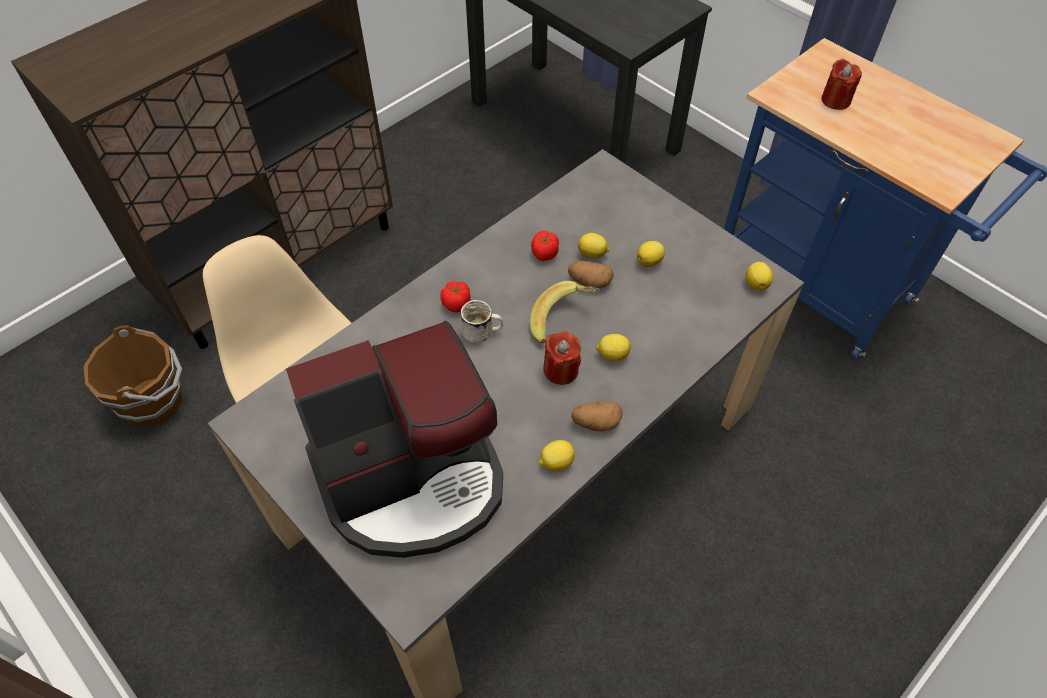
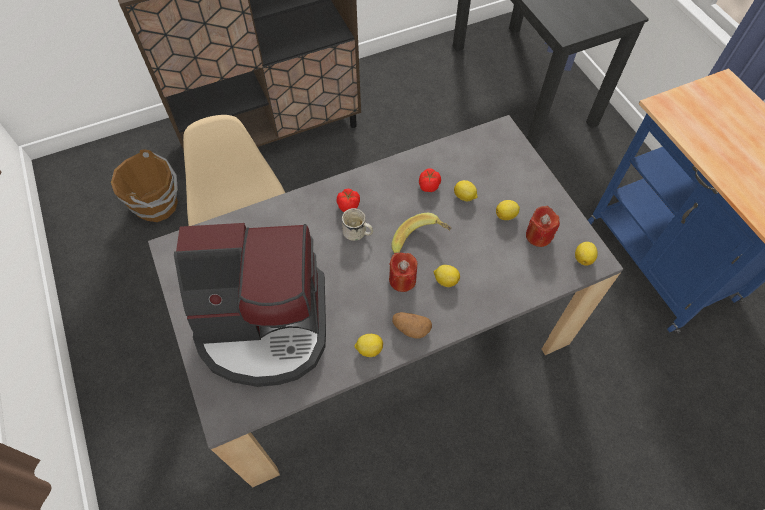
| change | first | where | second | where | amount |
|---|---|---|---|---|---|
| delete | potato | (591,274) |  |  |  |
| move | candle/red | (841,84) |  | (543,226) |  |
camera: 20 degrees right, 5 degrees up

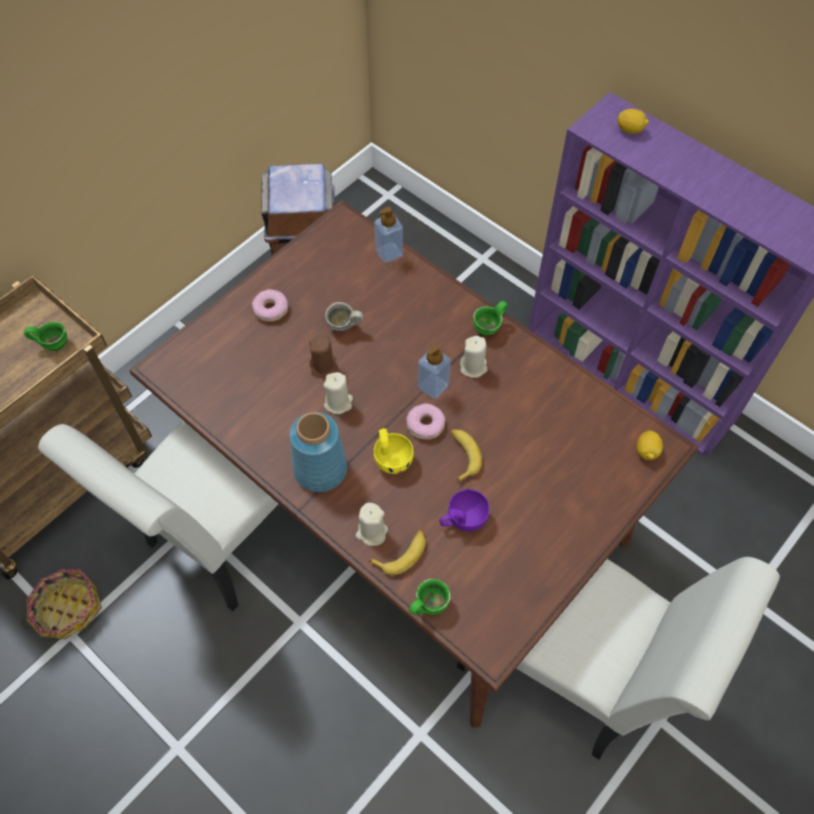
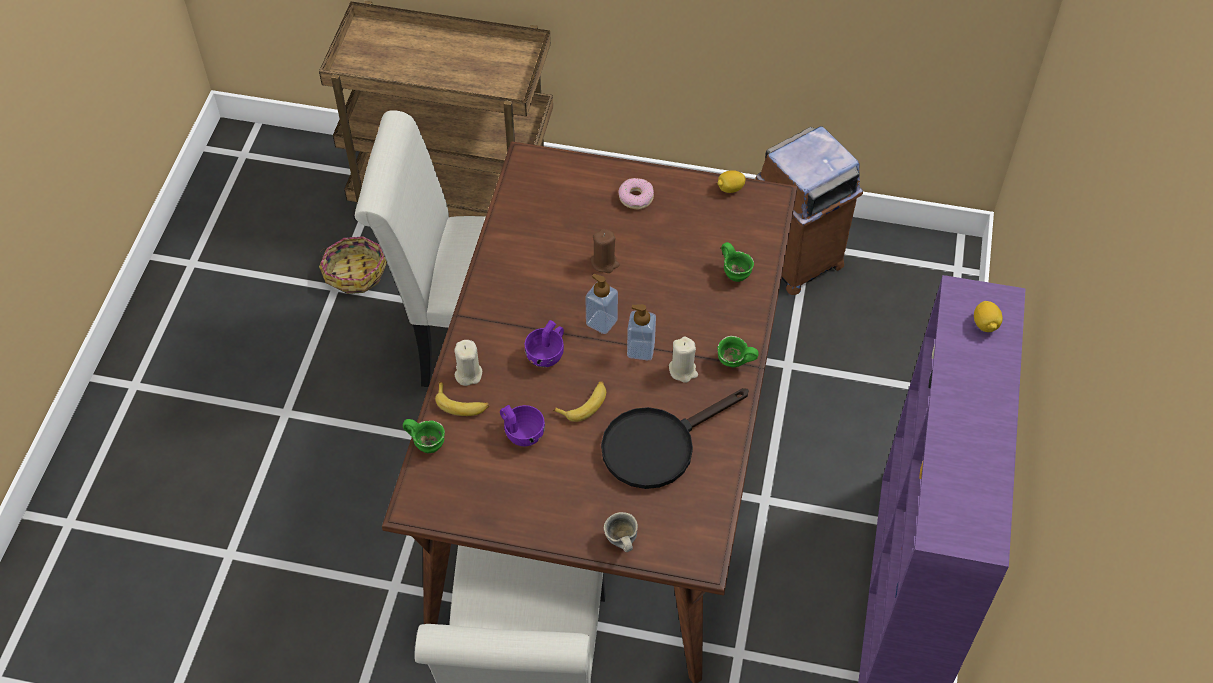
| change | first | where | second | where | amount |
|---|---|---|---|---|---|
| move | mug/green | (45,336) |  | (737,262) |  |
| delete | vase/blue | (318,452) |  |  |  |
| delete | candle/beige | (338,393) |  |  |  |
| move | mug/grey | (344,316) |  | (621,532) |  |
| move | soap dispenser | (388,235) |  | (601,304) |  |
| recolor | cup/yellow | (394,451) | cup/purple | (544,343) |  |
| delete | donut | (425,421) |  |  |  |
| move | lemon | (650,445) |  | (732,181) |  |
| insert |  |  | frying pan/black | (674,438) |  |
camera: 60 degrees right, 5 degrees down

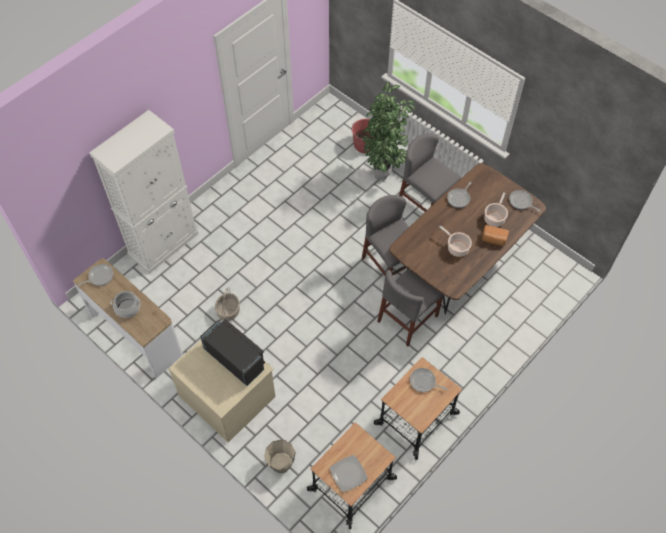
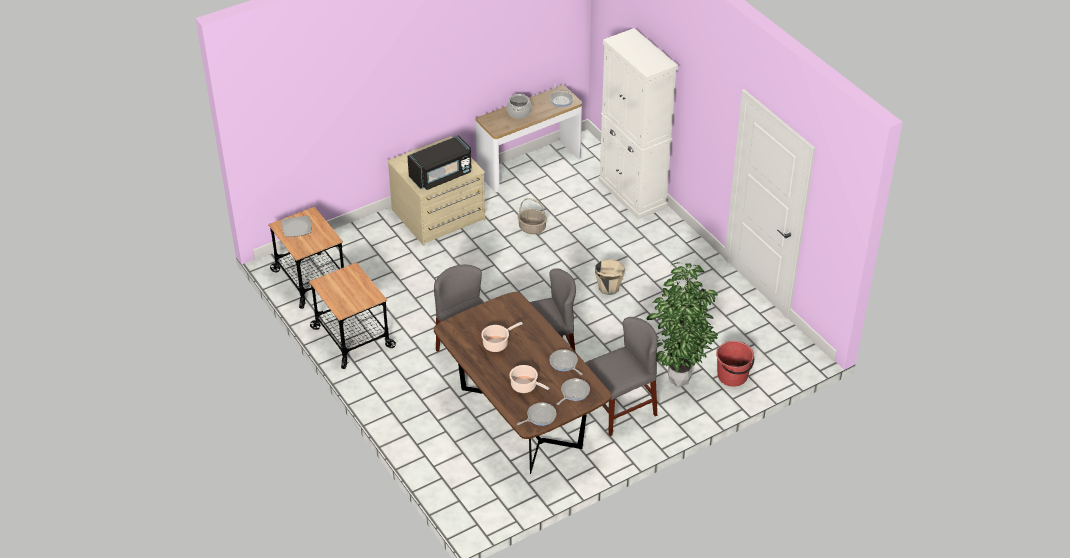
| change | first | where | second | where | amount |
|---|---|---|---|---|---|
| move | bucket/beige | (280,456) |  | (610,277) |  |
| move | frying pan | (429,380) |  | (573,391) |  |
| delete | bread | (495,235) |  |  |  |
camera: 105 degrees right, 15 degrees down

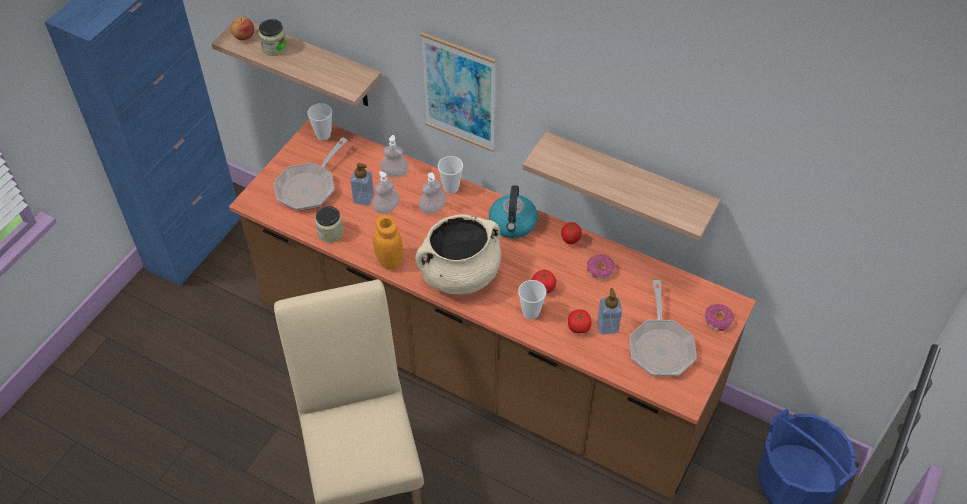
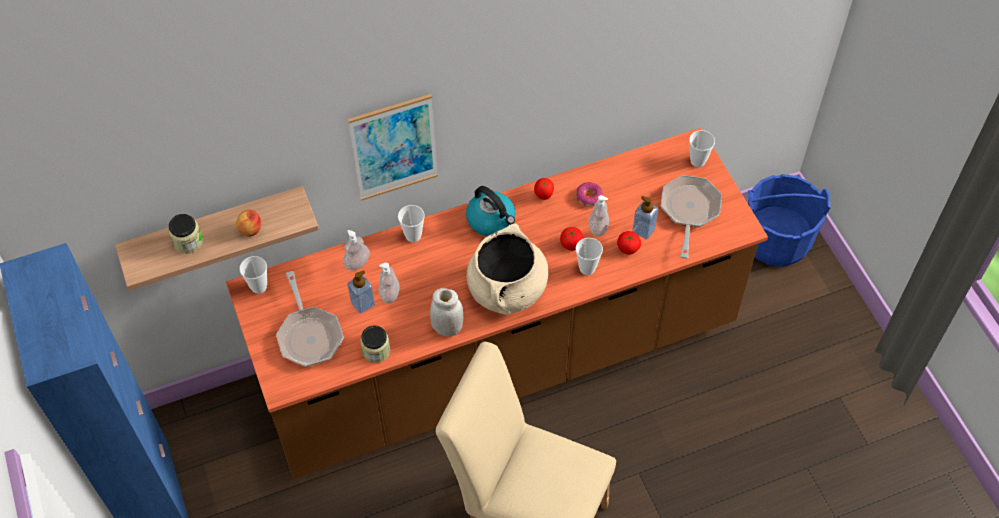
| change | first | where | second | where | amount |
|---|---|---|---|---|---|
| move | apple | (242,28) |  | (248,223) |  |
| recolor | jar/orange | (388,242) | jar/white | (446,312) |  |
| move | soap dispenser | (432,193) |  | (599,215) |  |
| delete | shelf | (621,186) |  |  |  |
| rotate | frying pan | (663,328) |  | (691,217) | 120 degrees counterclockwise |
| replace | donut | (719,317) | cup | (702,148) |  |
camera: 50 degrees left, 5 degrees up

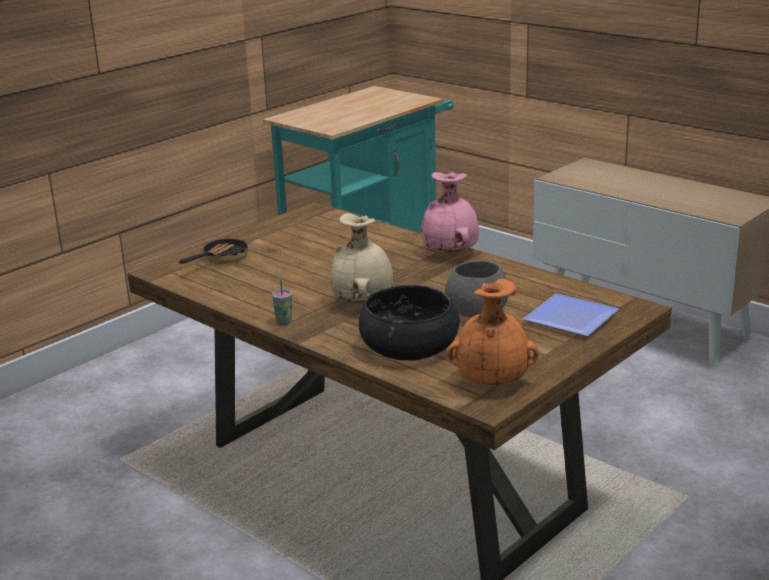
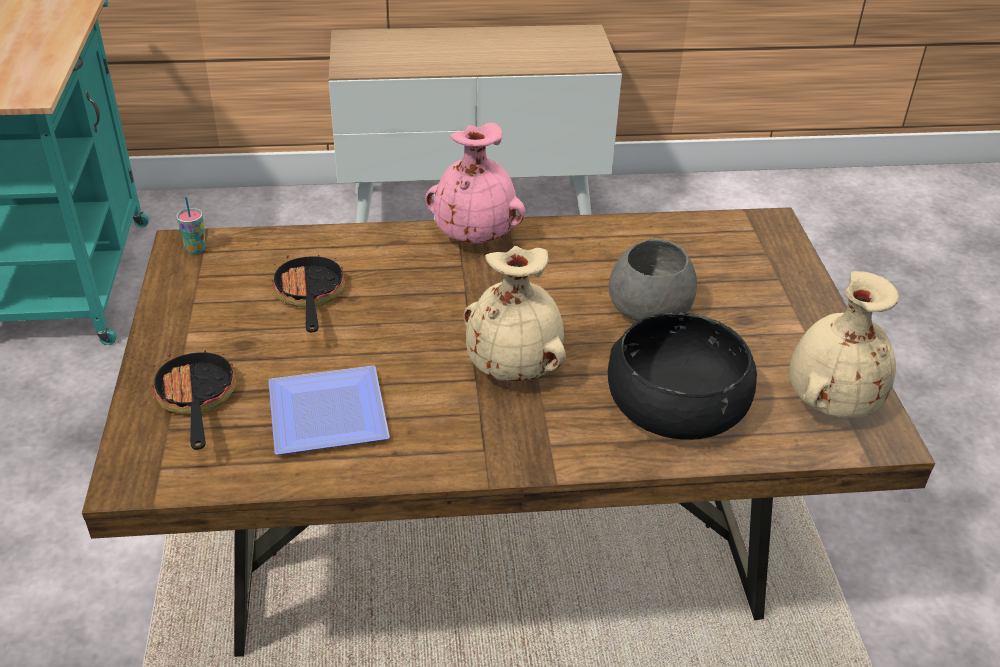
| change | first | where | second | where | amount |
|---|---|---|---|---|---|
| move | cup | (282,302) |  | (191,225) |  |
| recolor | vase/orange | (492,332) | vase/beige | (844,344) |  |
| move | plate | (571,315) |  | (329,410) |  |
| insert |  |  | frying pan | (308,294) |  |
camera: 50 degrees left, 15 degrees up

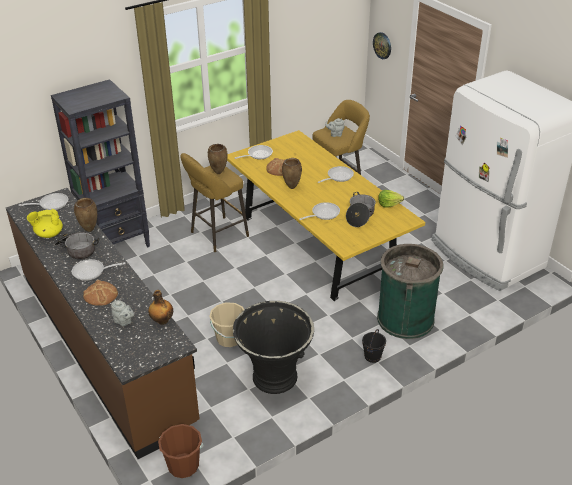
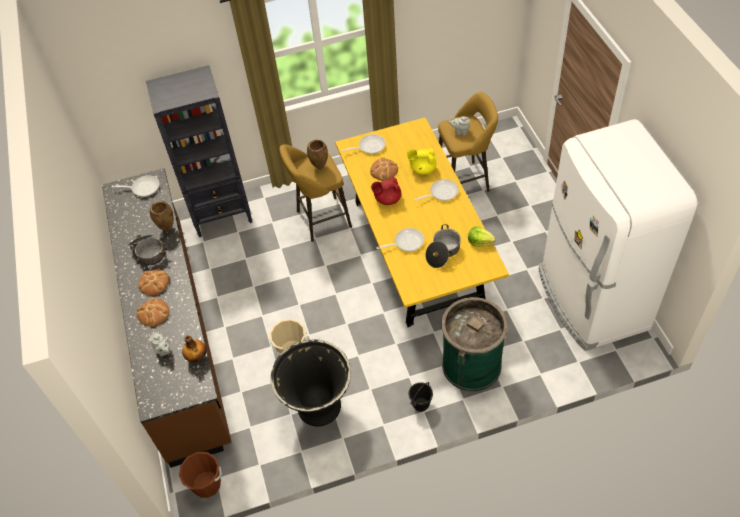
| change | first | where | second | where | amount |
|---|---|---|---|---|---|
| move | teapot/yellow | (45,223) |  | (422,161) |  |
| replace | frying pan | (99,270) | bread | (153,283) |  |
| replace | vase/brown | (292,173) | teapot/red | (386,191) |  |
| delete | wall clock | (382,45) |  |  |  |
camera: 20 degrees right, 15 degrees up

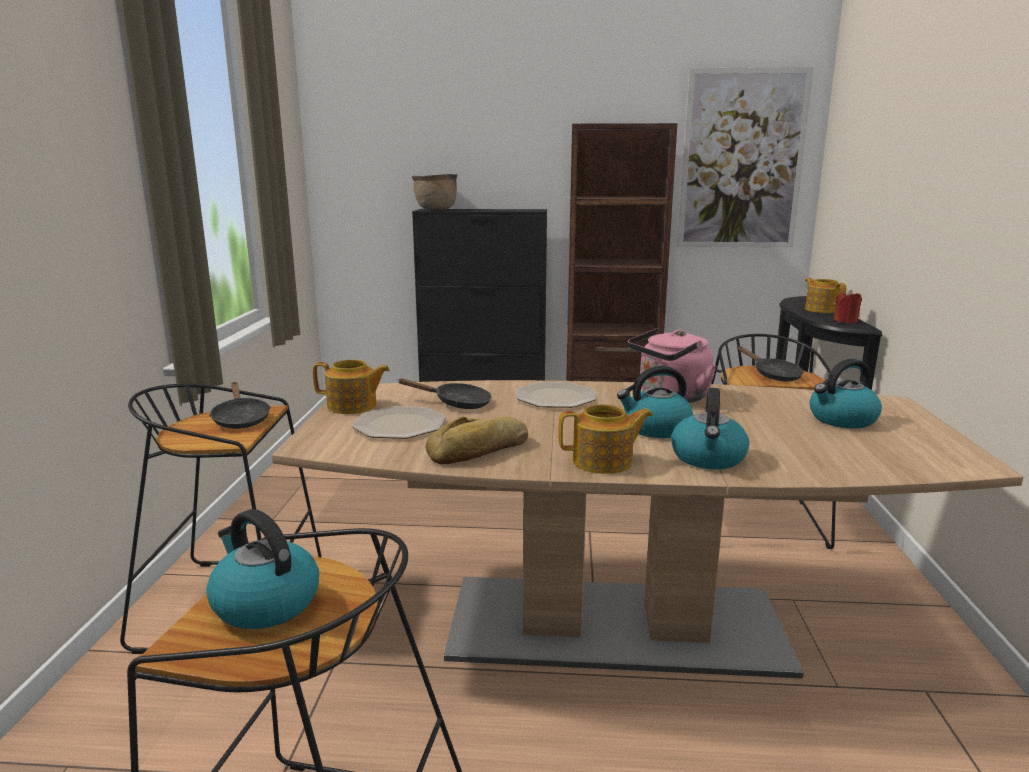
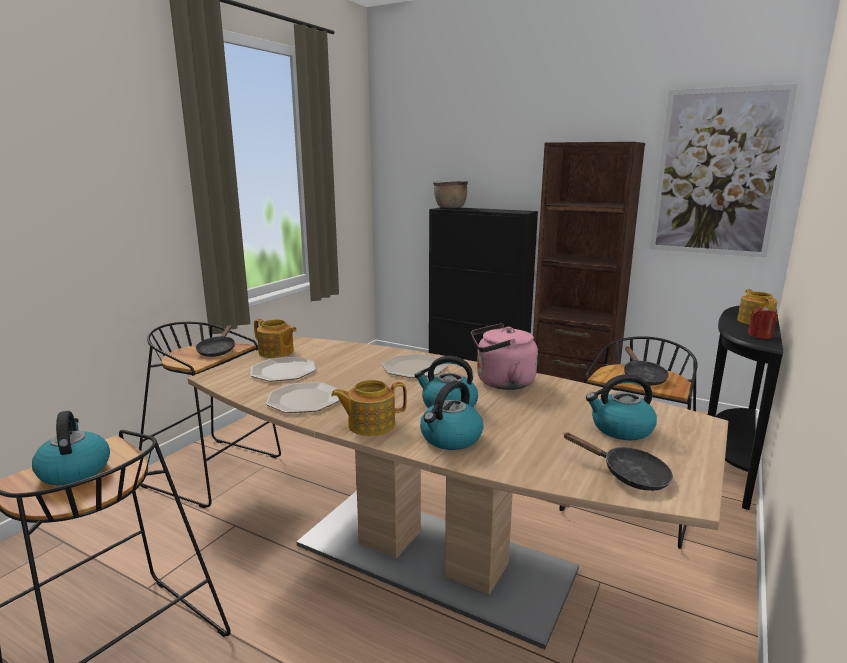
| change | first | where | second | where | amount |
|---|---|---|---|---|---|
| move | frying pan/black | (445,393) |  | (618,461) |  |
| replace | bread | (477,440) | plate | (303,397) |  |
| rotate | teapot | (605,439) |  | (369,408) | 150 degrees clockwise |
camera: 25 degrees right, 0 degrees up

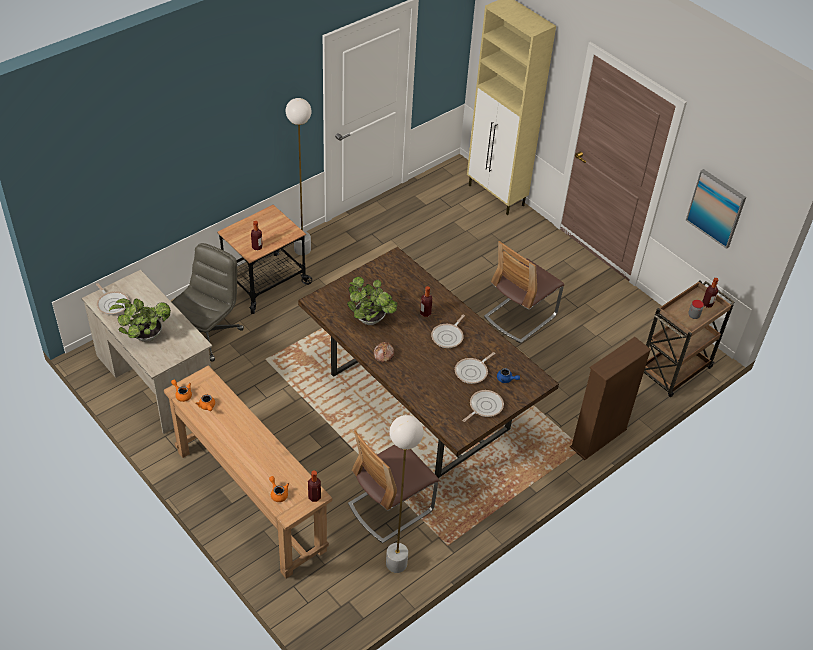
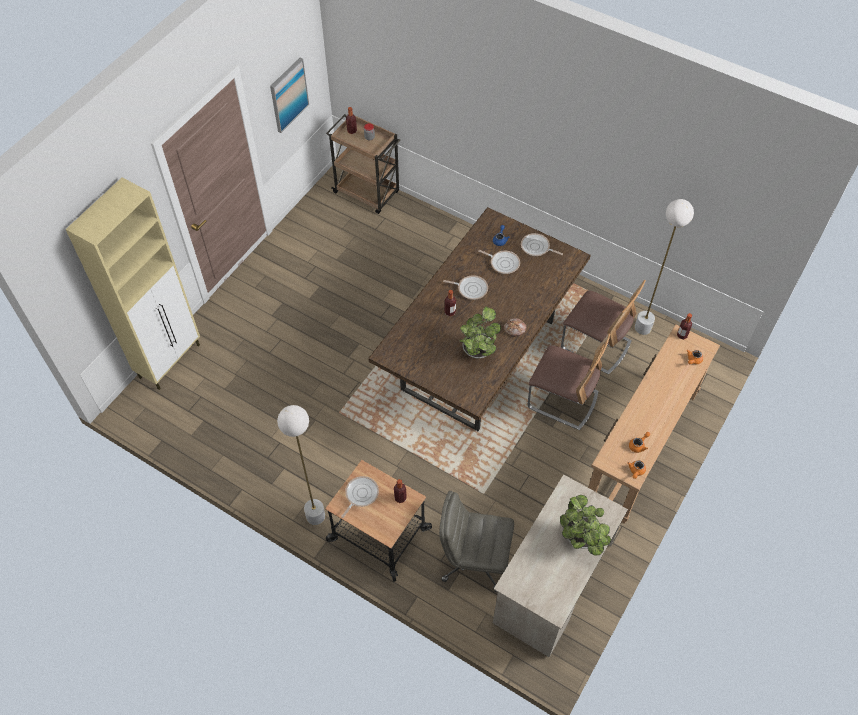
| change | first | where | second | where | amount |
|---|---|---|---|---|---|
| move | frying pan | (112,299) |  | (360,497) |  |
| move | chair | (524,292) |  | (568,381) |  |
| delete | bookcase/brown | (610,398) |  |  |  |
camera: 105 degrees left, 10 degrees up

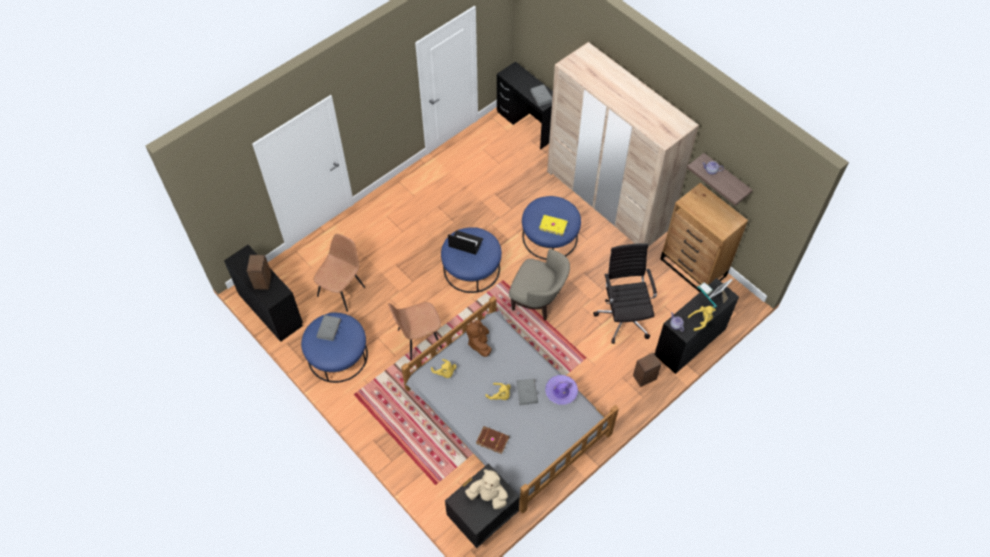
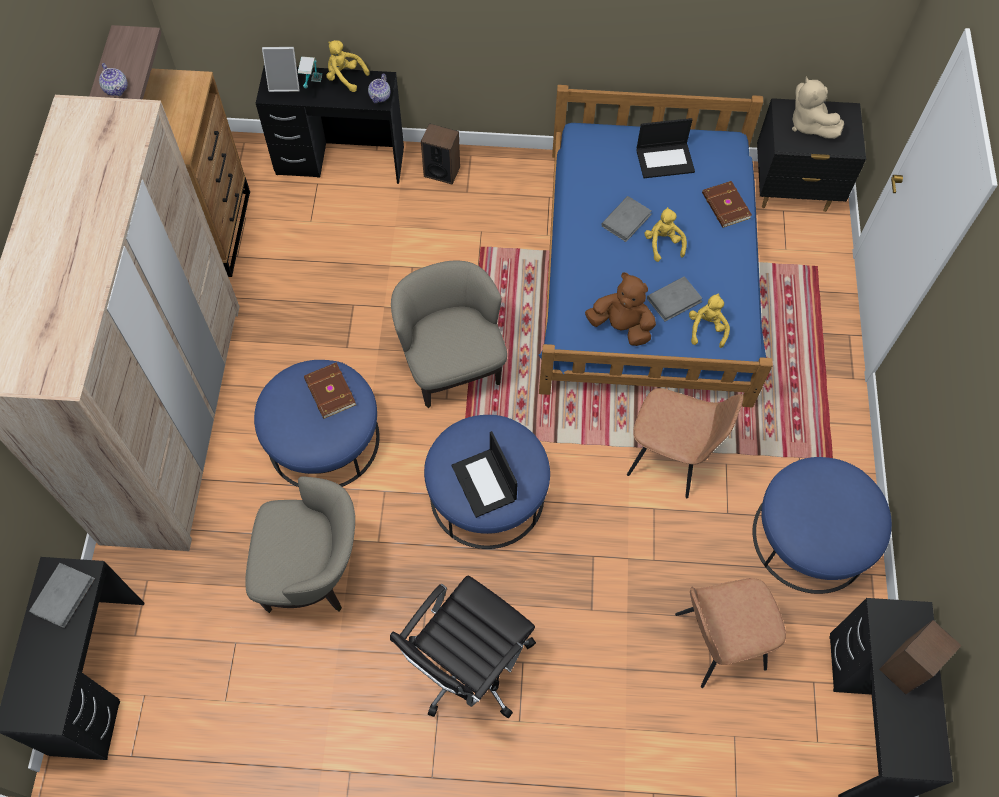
| change | first | where | second | where | amount |
|---|---|---|---|---|---|
| move | book/grey | (329,328) |  | (674,298) |  |
| recolor | bed/grey | (510,405) | bed/blue | (656,246) |  |
| rotate | plush toy/brown | (479,338) |  | (620,309) | 105 degrees counterclockwise |
| recolor | book/yellow | (553,225) | book/brown | (330,390) |  |
| delete | hat/purple | (561,390) |  |  |  |
| move | office chair/black | (625,293) |  | (463,647) |  |
| insert |  |  | armchair/beige | (300,544) |  |
| insert |  |  | laptop | (665,148) |  |
camera: 135 degrees left, 5 degrees up

